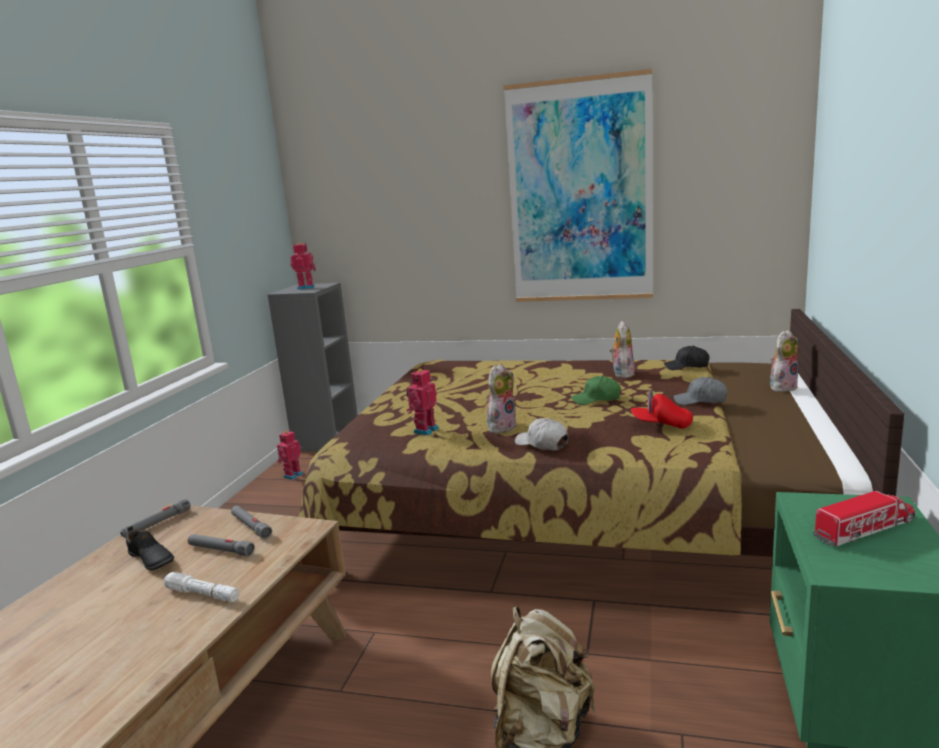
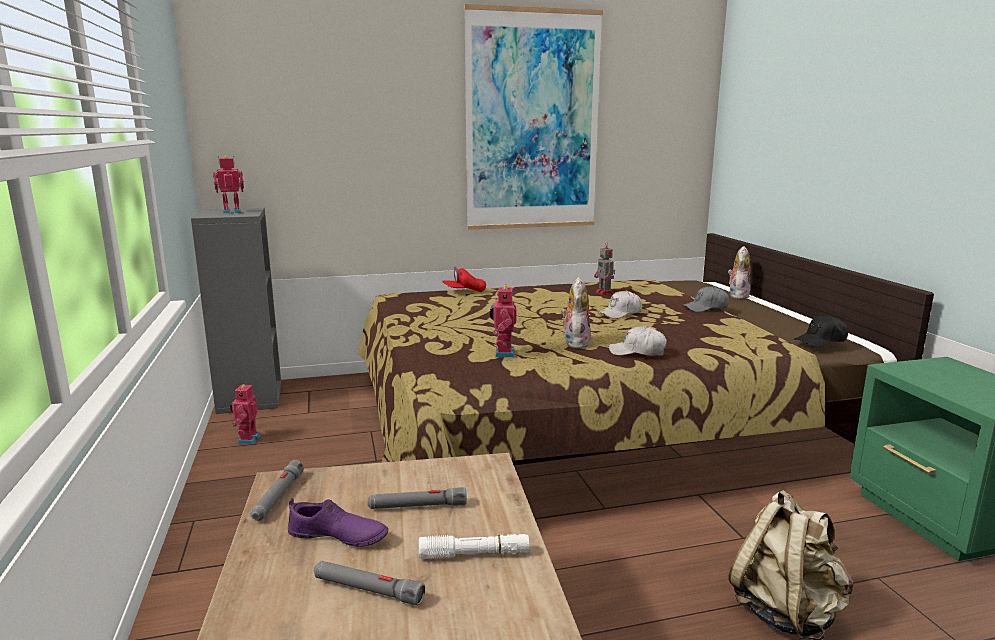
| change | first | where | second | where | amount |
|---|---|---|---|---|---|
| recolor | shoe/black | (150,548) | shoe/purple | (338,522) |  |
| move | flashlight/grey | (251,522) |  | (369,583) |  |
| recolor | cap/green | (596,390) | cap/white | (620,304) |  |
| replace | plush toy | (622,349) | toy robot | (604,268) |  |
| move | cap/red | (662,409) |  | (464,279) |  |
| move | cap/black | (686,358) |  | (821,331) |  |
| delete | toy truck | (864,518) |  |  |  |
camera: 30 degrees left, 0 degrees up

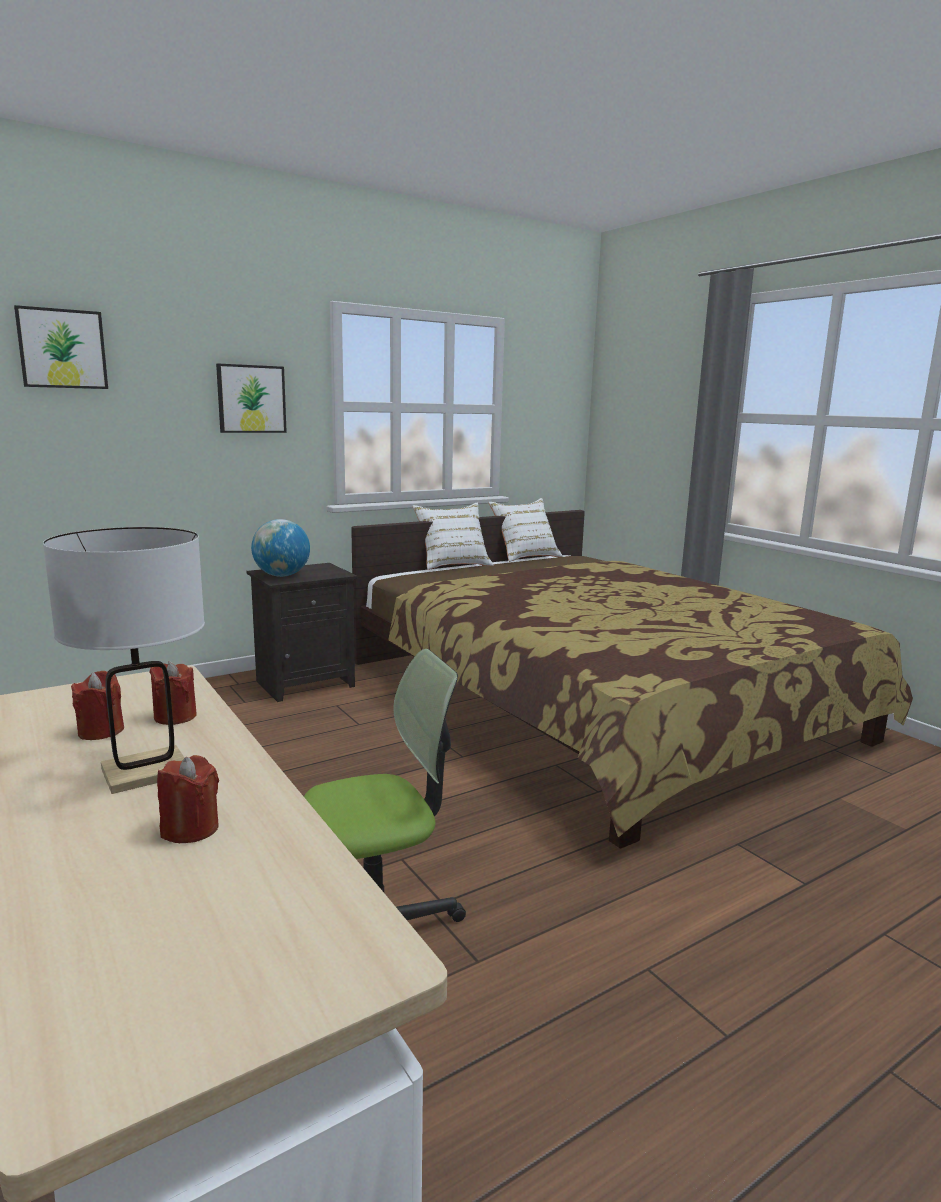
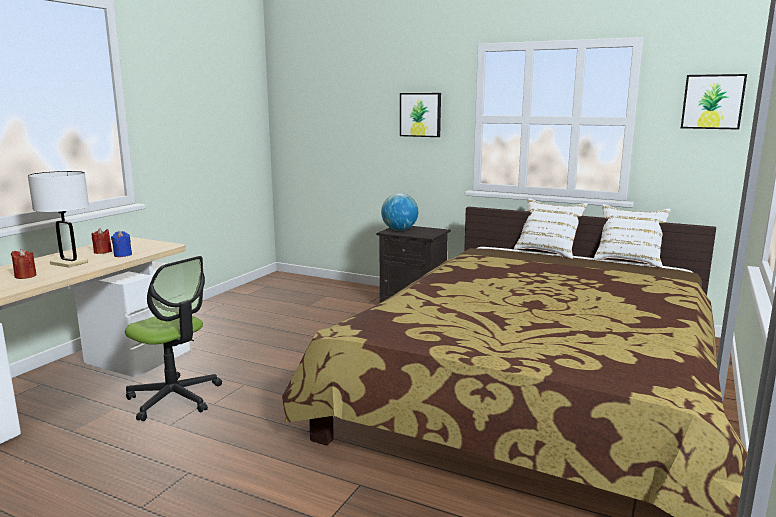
| change | first | where | second | where | amount |
|---|---|---|---|---|---|
| move | picture | (61,347) |  | (714,102) |  |
| recolor | candle/red | (173,693) | candle/blue | (121,244) |  |
camera: 60 degrees right, 0 degrees up

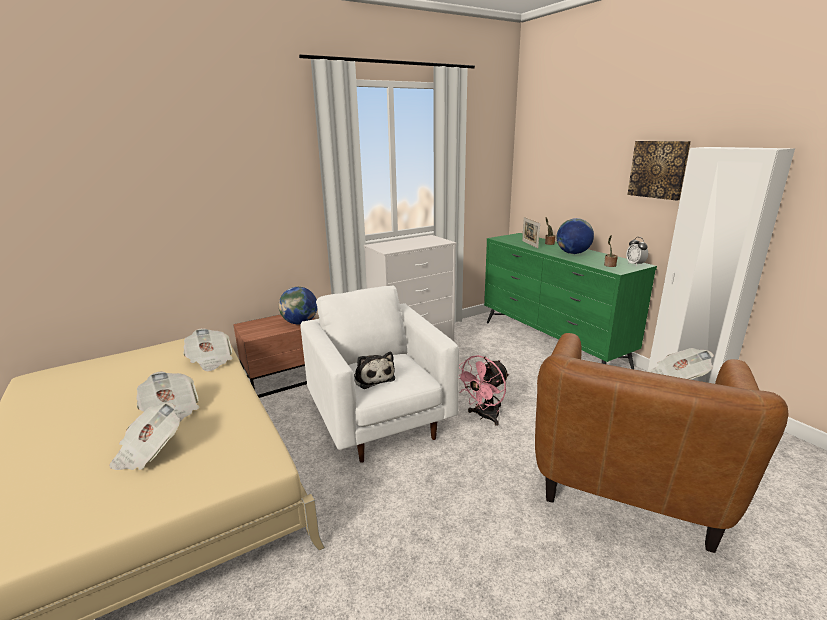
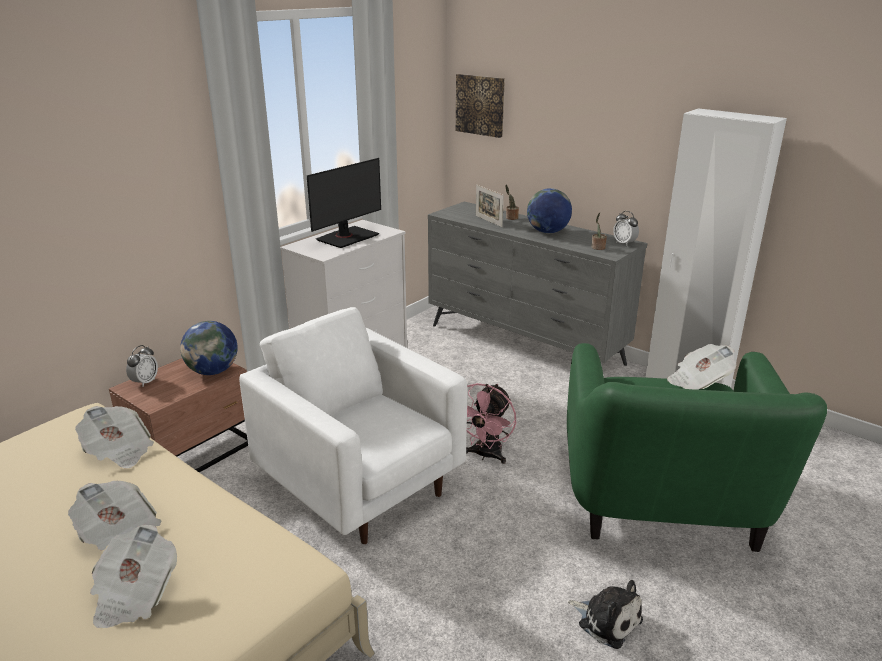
| change | first | where | second | where | amount |
|---|---|---|---|---|---|
| move | plush toy | (374,370) |  | (605,614) |  |
| recolor | dresser/green | (570,301) | dresser/grey | (537,283) |  |
| recolor | armchair/brown | (662,443) | armchair/green | (697,447) |  |
| move | picture | (659,171) |  | (480,106) |  |
| insert |  |  | alarm clock | (142,366) |  |
| insert |  |  | monitor | (344,203) |  |
camera: 20 degrees left, 5 degrees up

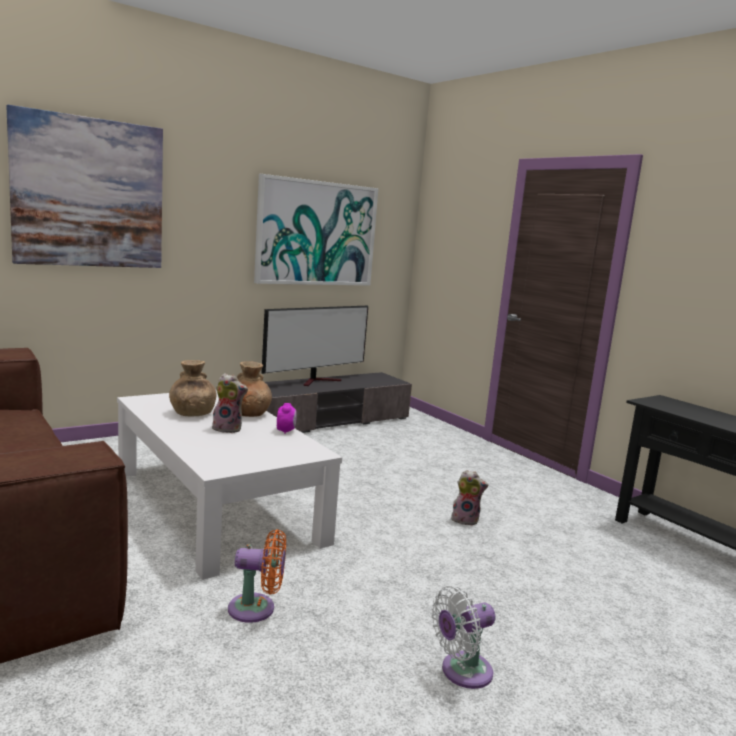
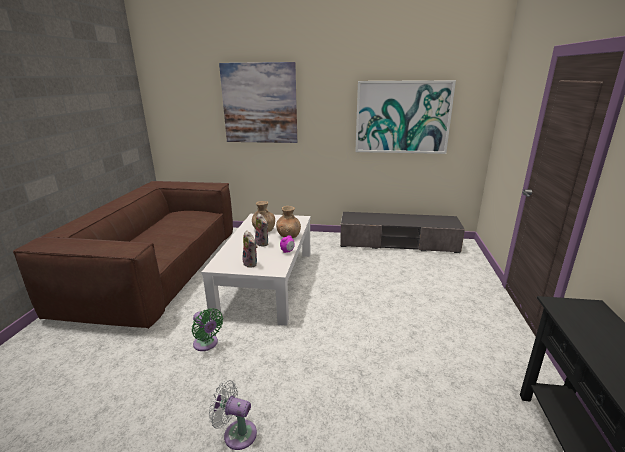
| change | first | where | second | where | amount |
|---|---|---|---|---|---|
| recolor | fan/orange | (257,576) | fan/green | (207,329) |  |
| delete | television | (314,346) |  |  |  |
| move | plush toy | (469,498) |  | (250,249) |  |
camera: 45 degrees right, 10 degrees up

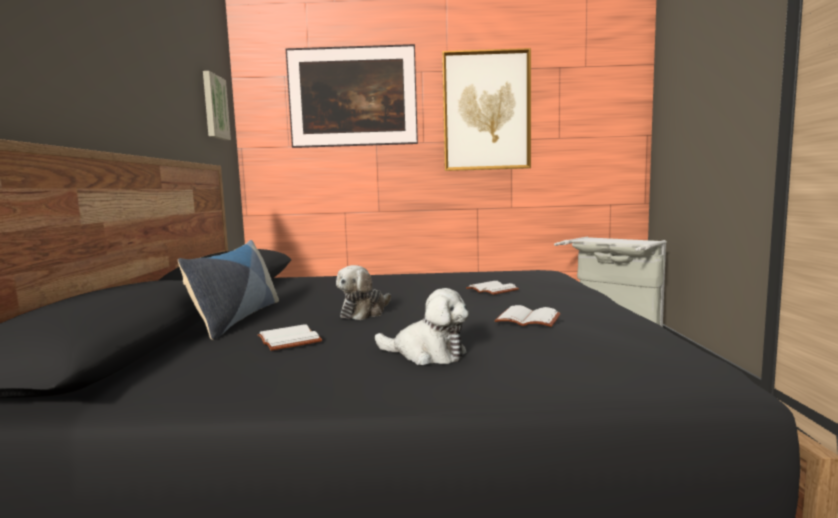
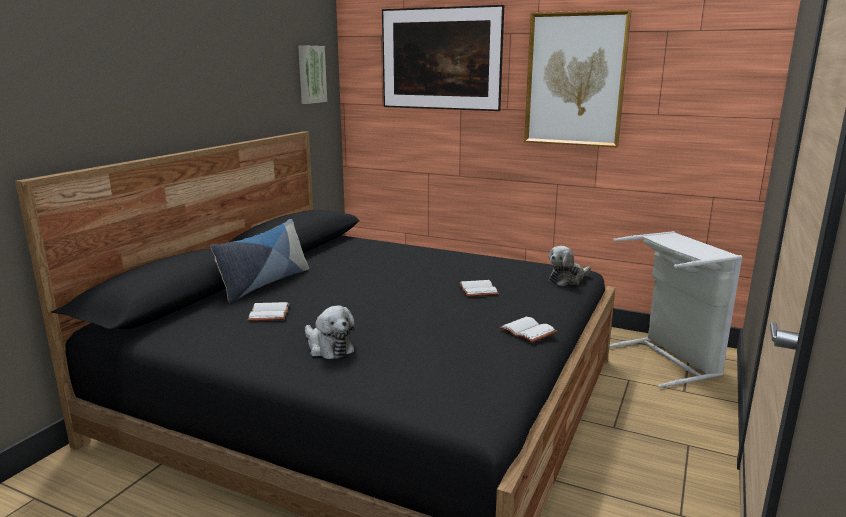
| change | first | where | second | where | amount |
|---|---|---|---|---|---|
| move | plush toy | (363,292) |  | (570,266) |  |
| move | book/white | (527,316) |  | (528,330) |  |
camera: 25 degrees right, 10 degrees up

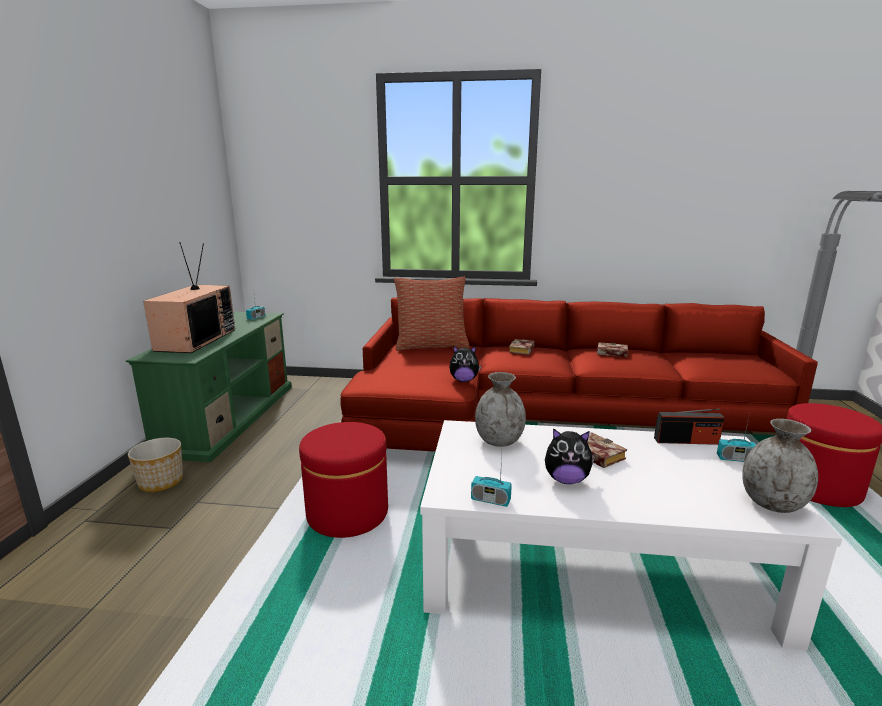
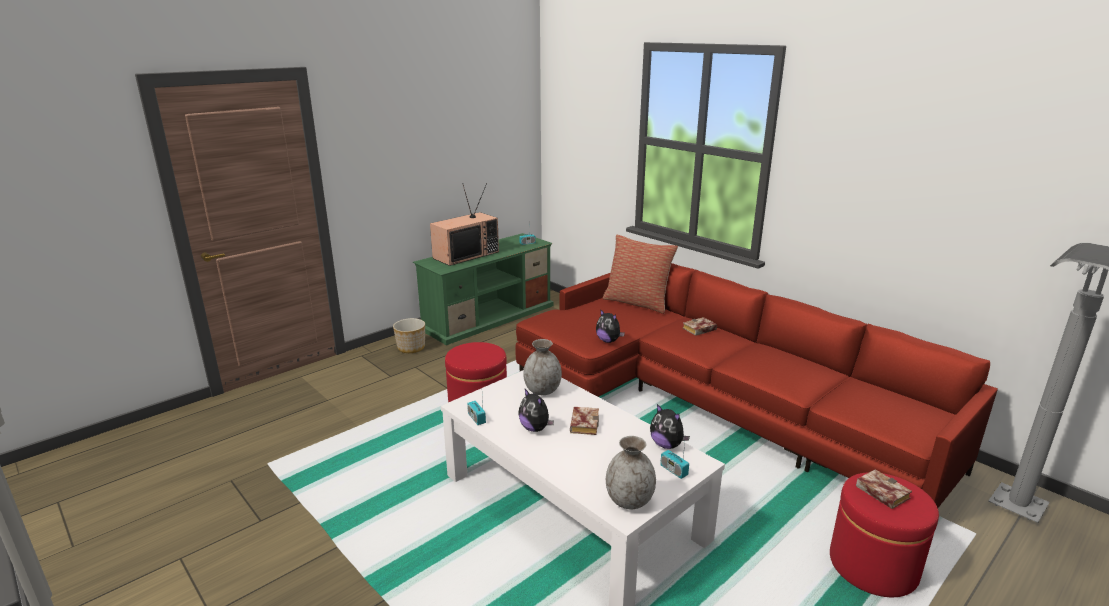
| change | first | where | second | where | amount |
|---|---|---|---|---|---|
| move | book | (612,349) |  | (884,489) |  |
| replace | radio | (689,426) | plush toy | (670,426) |  |
camera: 40 degrees right, 5 degrees up

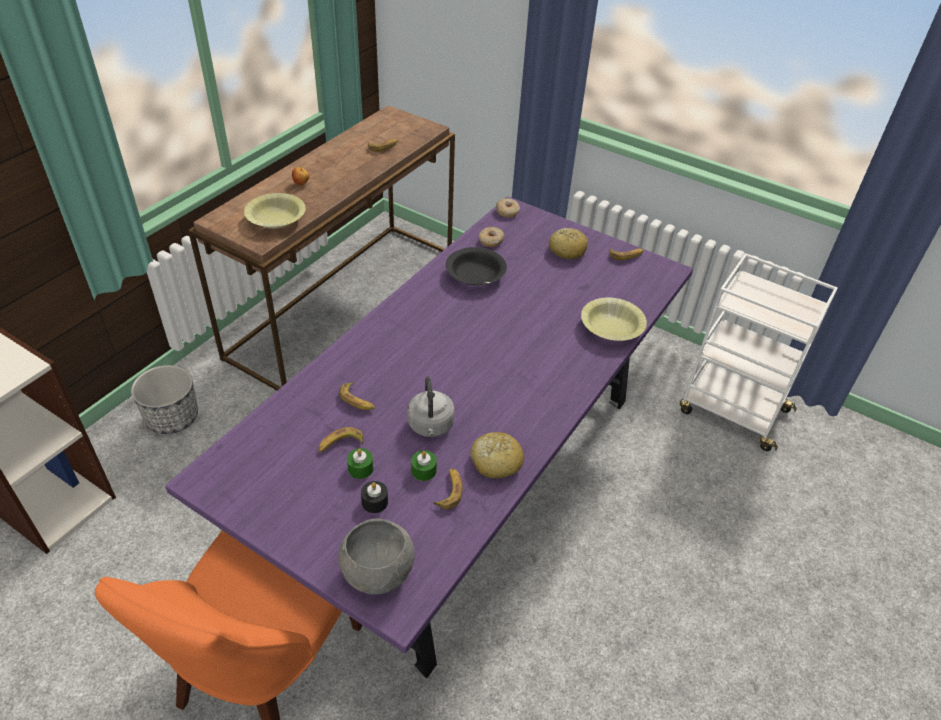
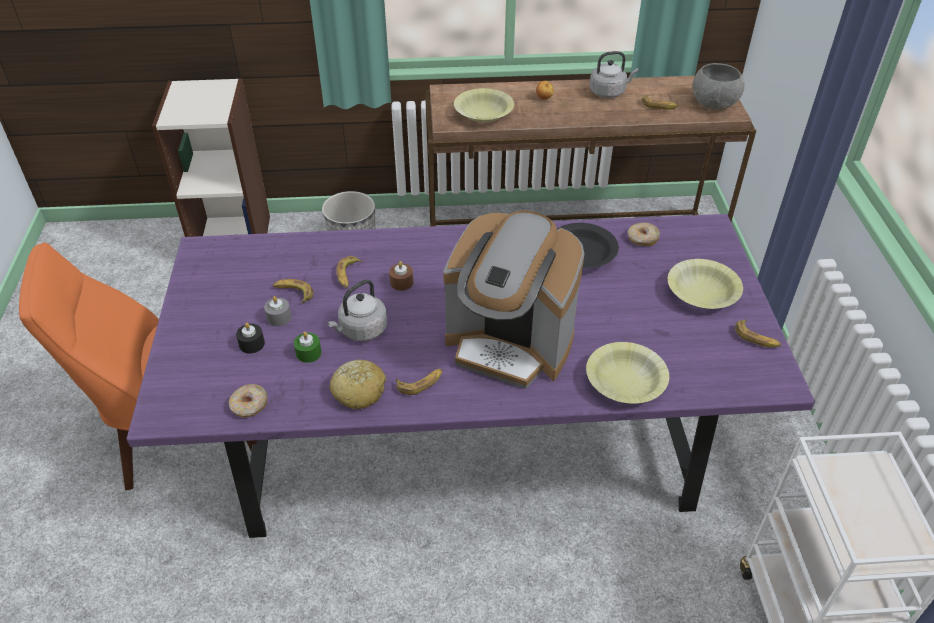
| change | first | where | second | where | amount |
|---|---|---|---|---|---|
| move | bowl/grey | (376,557) |  | (718,86) |  |
| recolor | candle/green | (360,463) | candle/grey | (277,311) |  |
| move | banana | (448,488) |  | (419,382) |  |
| move | donut | (508,208) |  | (248,400) |  |
| replace | bread | (568,243) | bowl/yellow | (705,284) |  |
| insert |  |  | candle/brown | (401,276) |  |
| insert |  |  | coffee machine | (513,299) |  |
| insert |  |  | kettle/grey | (614,74) |  |
camera: 55 degrees right, 0 degrees up

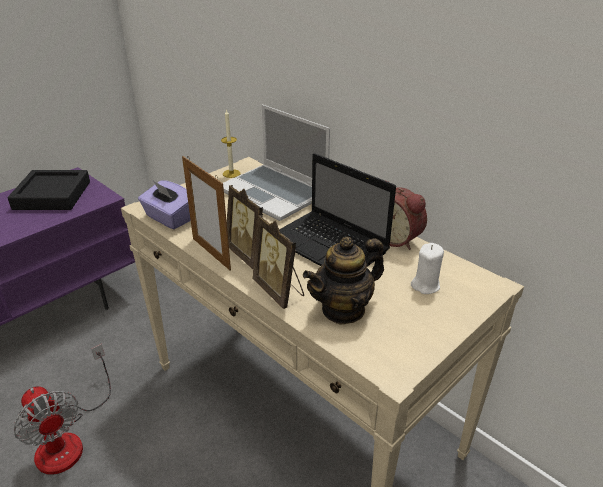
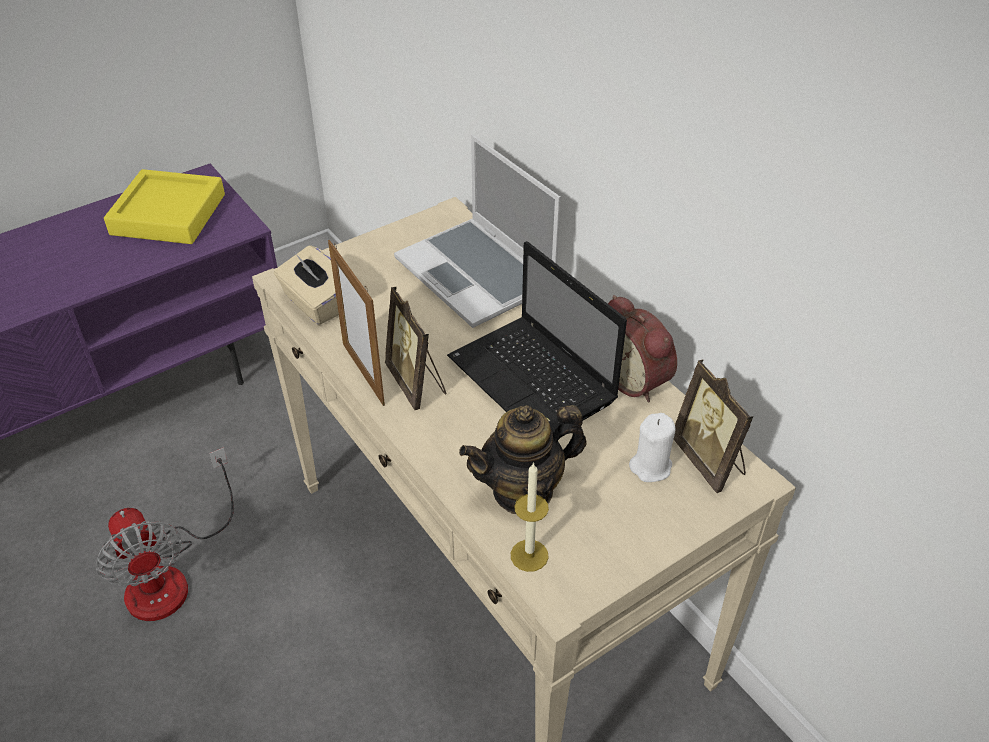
| change | first | where | second | where | amount |
|---|---|---|---|---|---|
| recolor | tray/black | (49,190) | tray/yellow | (164,206) |  |
| recolor | tissue box/purple | (164,204) | tissue box/beige | (306,285) |  |
| move | candle | (231,143) |  | (530,517) |  |
| move | picture frame | (278,262) |  | (714,426) |  |
camera: 10 degrees right, 10 degrees up

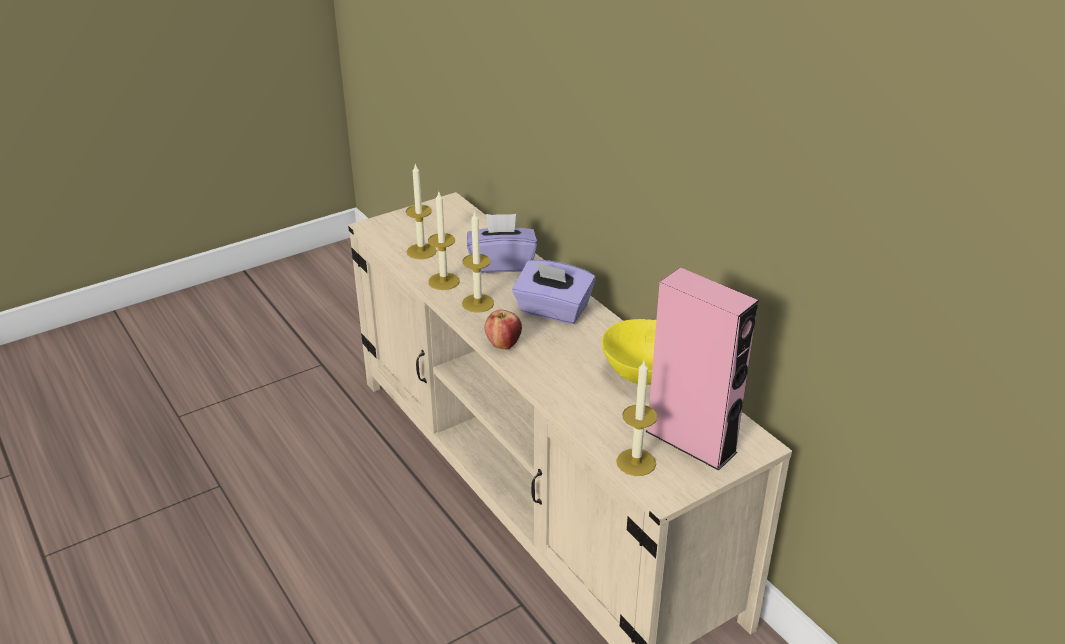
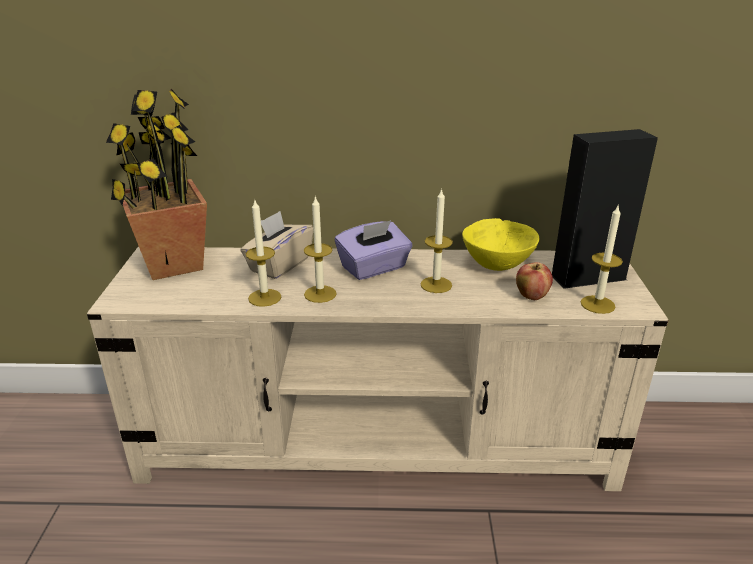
| change | first | where | second | where | amount |
|---|---|---|---|---|---|
| move | candle | (421,211) |  | (436,240) |  |
| recolor | tissue box/purple | (502,243) | tissue box/beige | (276,245) |  |
| move | apple | (503,329) |  | (534,281) |  |
| recolor | speaker/pink | (701,369) | speaker/black | (605,209) |  |
| insert |  |  | potted plant | (156,184) |  |
camera: 55 degrees left, 5 degrees down

